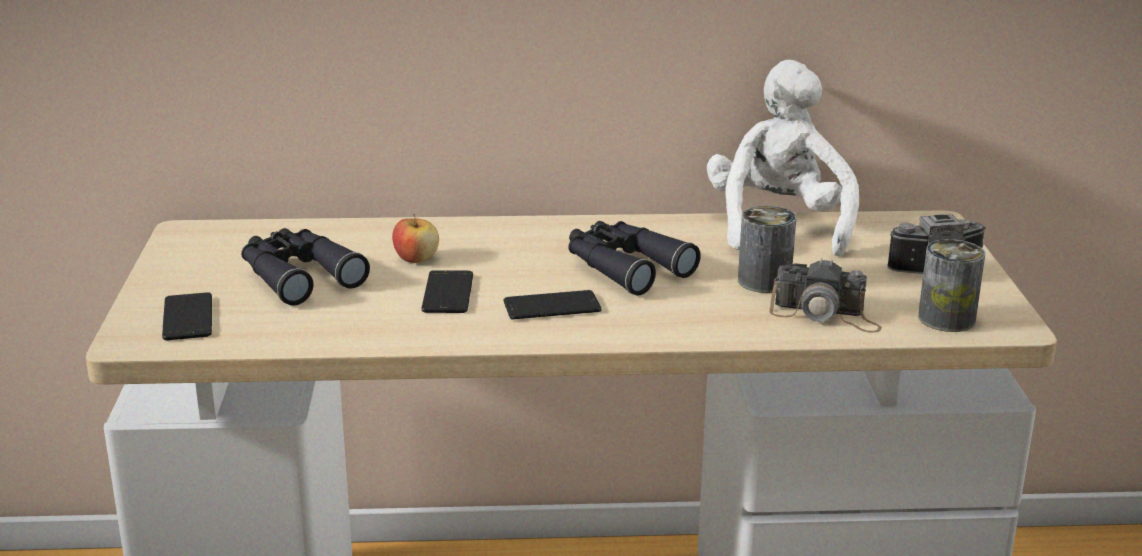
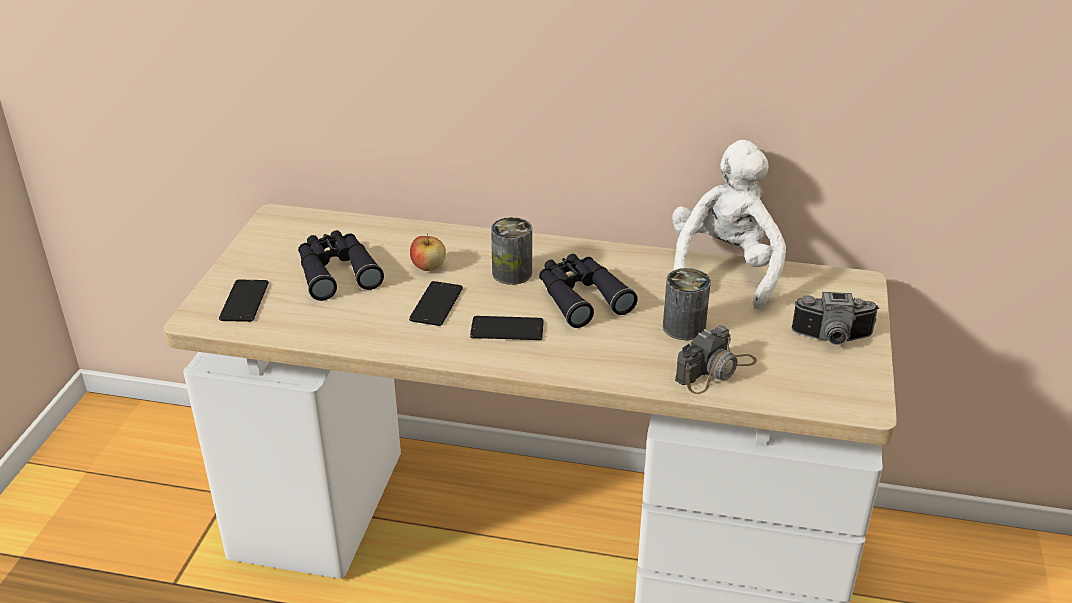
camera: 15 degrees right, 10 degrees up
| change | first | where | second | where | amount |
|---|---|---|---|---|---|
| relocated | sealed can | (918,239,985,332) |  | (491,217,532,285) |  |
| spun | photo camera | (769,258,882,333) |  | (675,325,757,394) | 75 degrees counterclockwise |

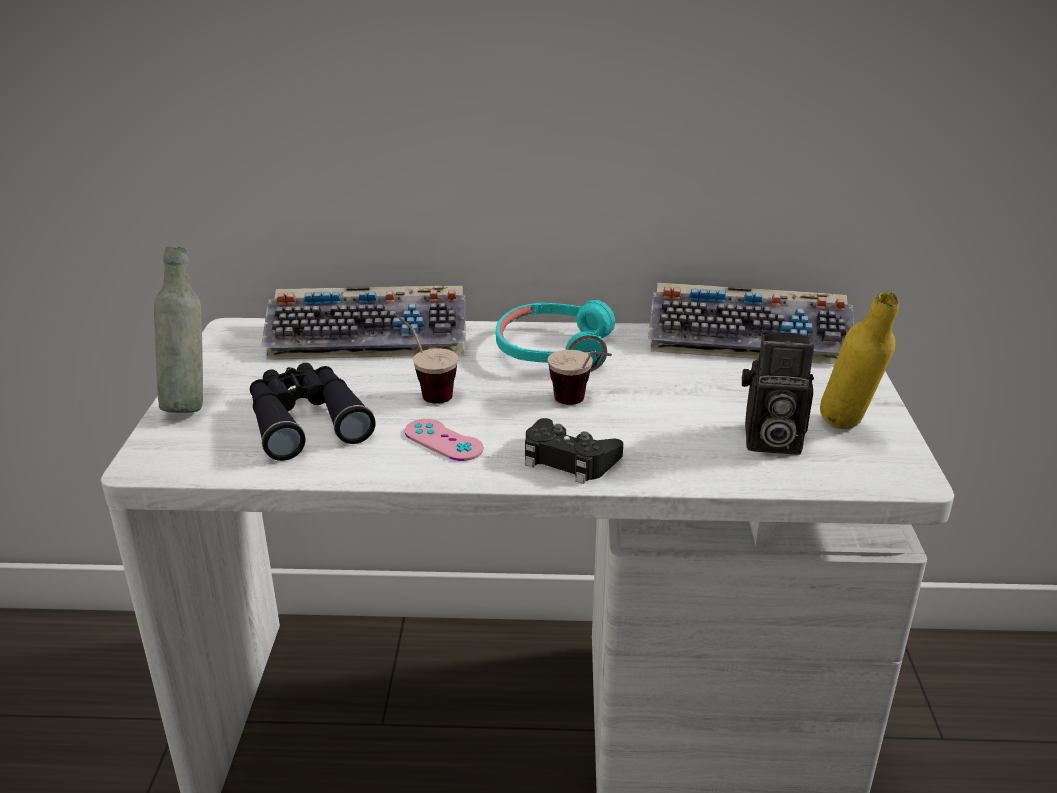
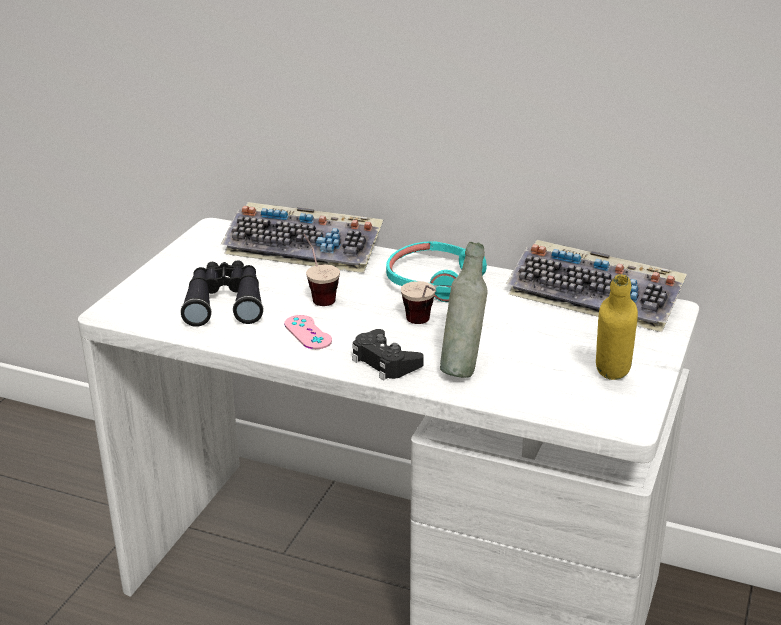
camera: 20 degrees right, 0 degrees up
| change | first | where | second | where | amount |
|---|---|---|---|---|---|
| relocated | bottle/grey | (154,247,203,413) |  | (440,242,488,378) |  |
| missing | photo camera | (741,332,814,455) |  |  |  |

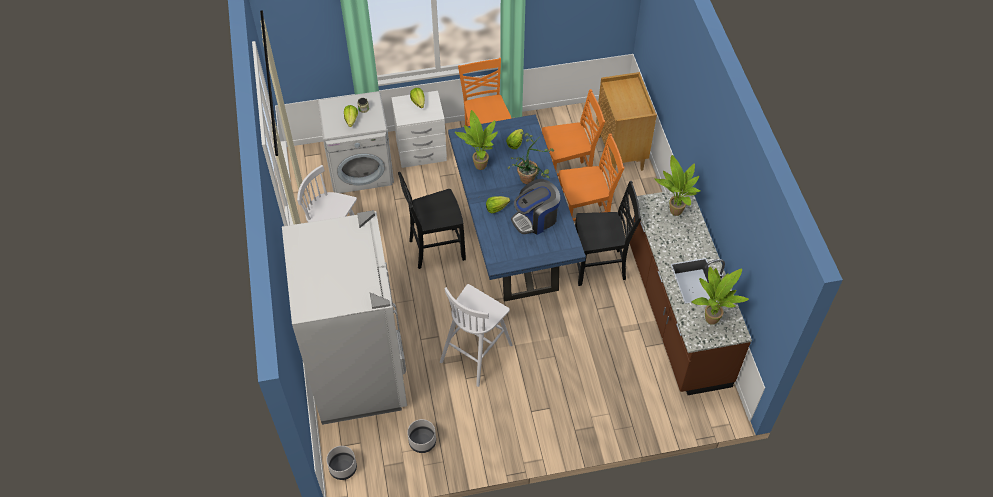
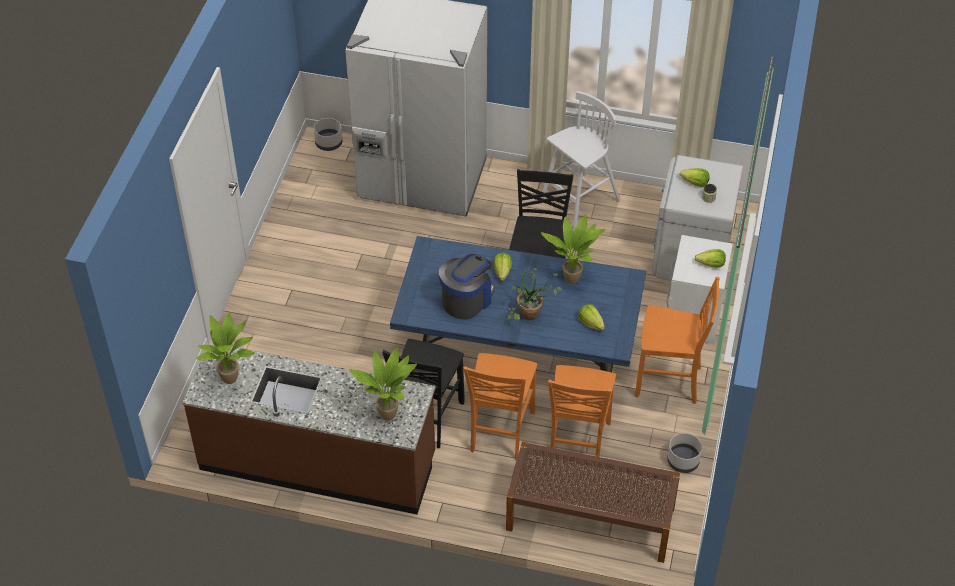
camera: 115 degrees right, 5 degrees down
| change | first | where | second | where | amount |
|---|---|---|---|---|---|
| exchanged | storage cabinet/brown | (596,72,657,174) | indoor bench/brown | (506,442,680,563) |  |
| spun | coffee brewer | (511,179,560,235) |  | (439,254,495,320) | 45 degrees clockwise |
| missing | sitting stool/white | (440,284,512,387) |  |  |  |
| relocated | planter/grey | (407,419,436,453) |  | (667,433,702,473) |  |

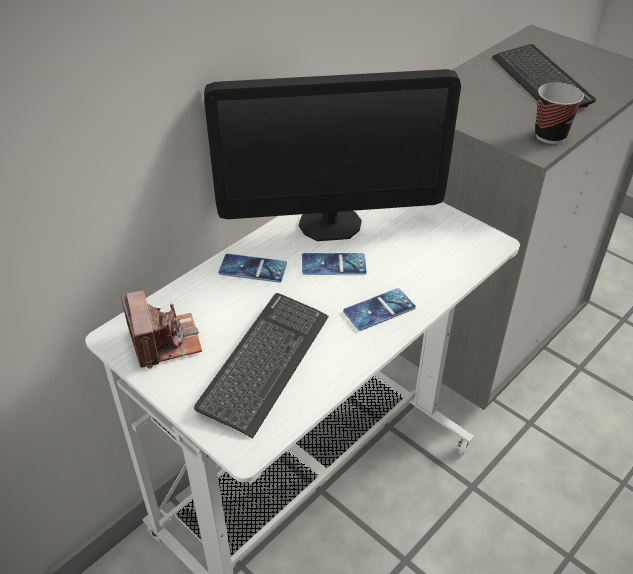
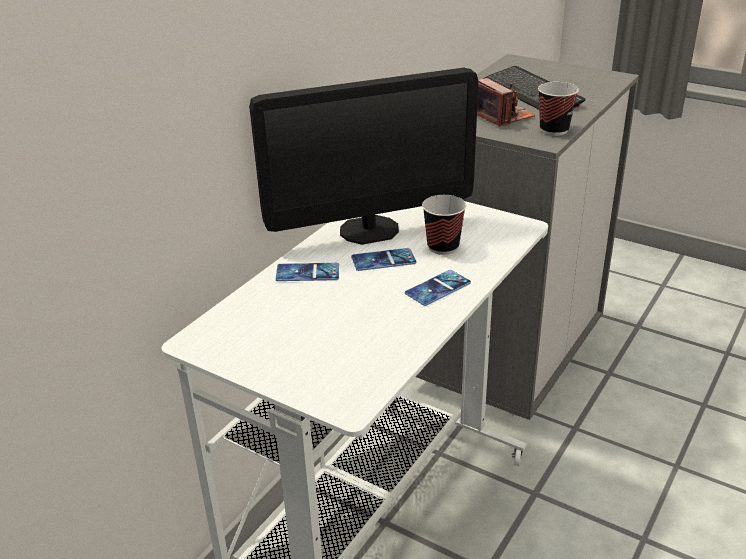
camera: 10 degrees left, 10 degrees down
| change | first | where | second | where | amount |
|---|---|---|---|---|---|
| relocated | photo camera | (121,290,202,369) |  | (477,78,535,127) |  |
| missing | keyboard | (194,293,328,438) |  |  |  |
| appeared |  |  | drinking cup | (422,195,466,255) |  |

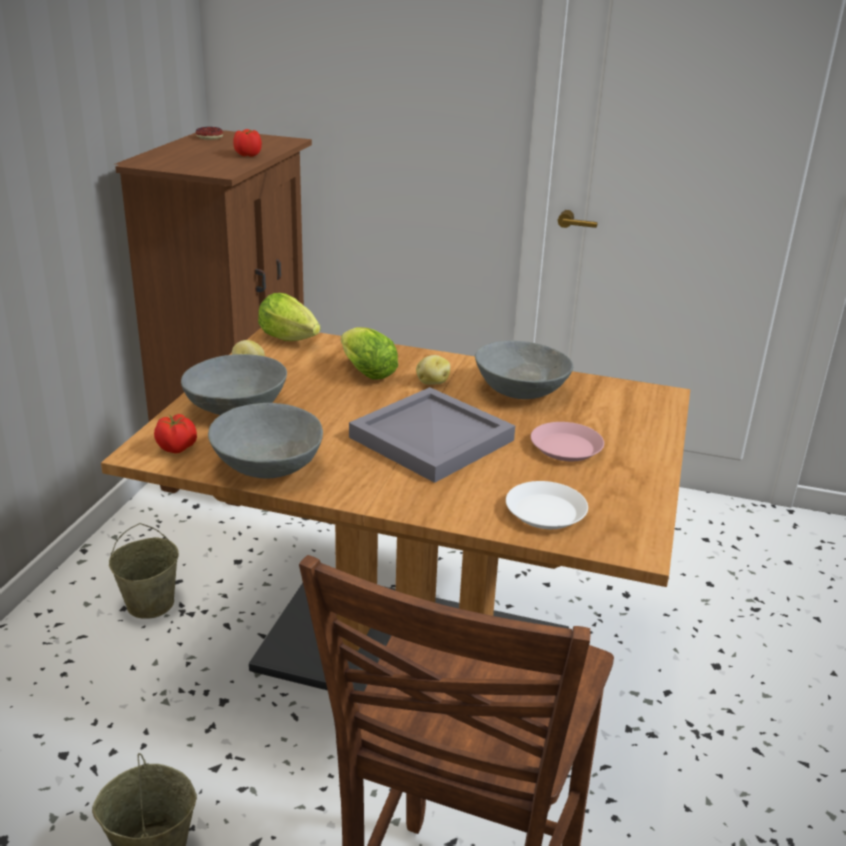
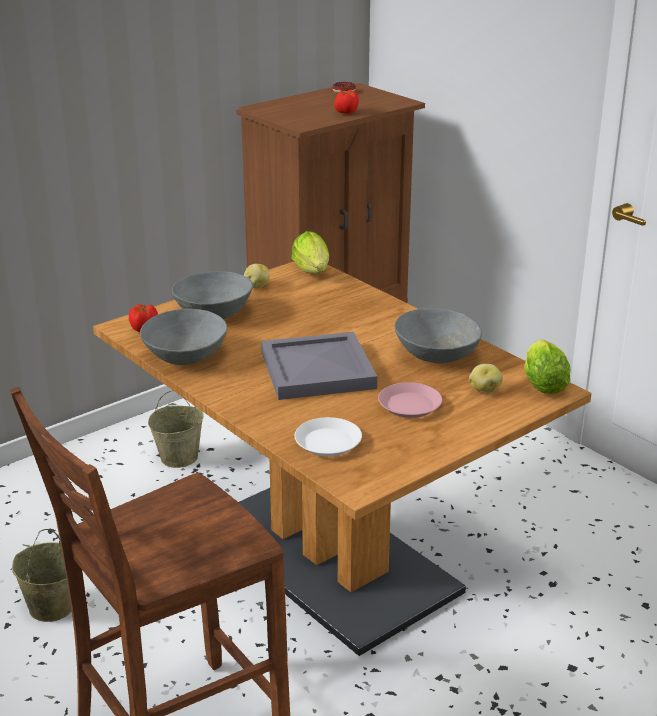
camera: 35 degrees right, 0 degrees up
| change | first | where | second | where | amount |
|---|---|---|---|---|---|
| relocated | lettuce | (341,327,398,380) |  | (524,340,571,394) |  |
| relocated | potato | (416,355,450,385) |  | (469,364,503,392) |  |

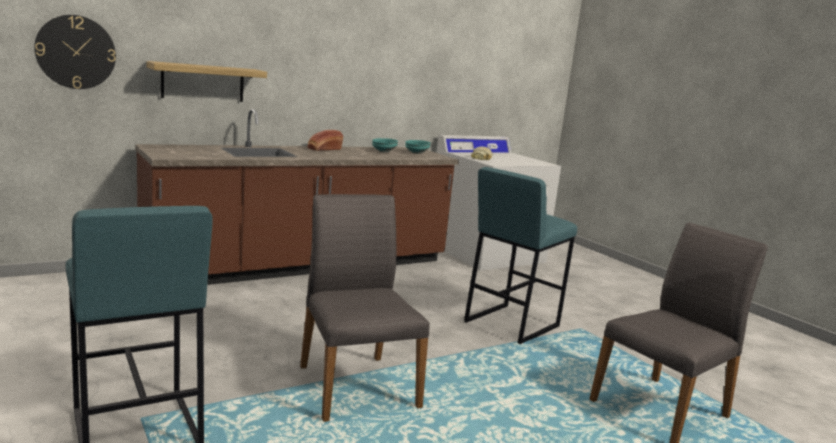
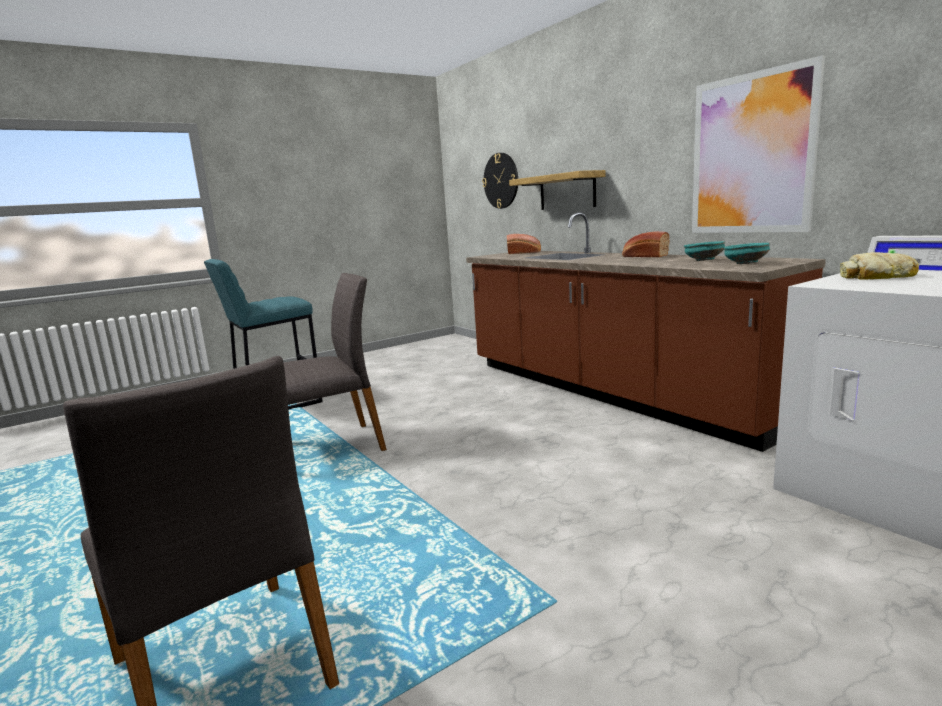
camera: 90 degrees right, 0 degrees up
| change | first | where | second | where | amount |
|---|---|---|---|---|---|
| missing | sitting stool/turquoise | (464,167,577,344) |  |  |  |
| appeared |  |  | wall picture | (692,55,825,233) |  |
| appeared |  |  | bread | (507,234,541,254) |  |

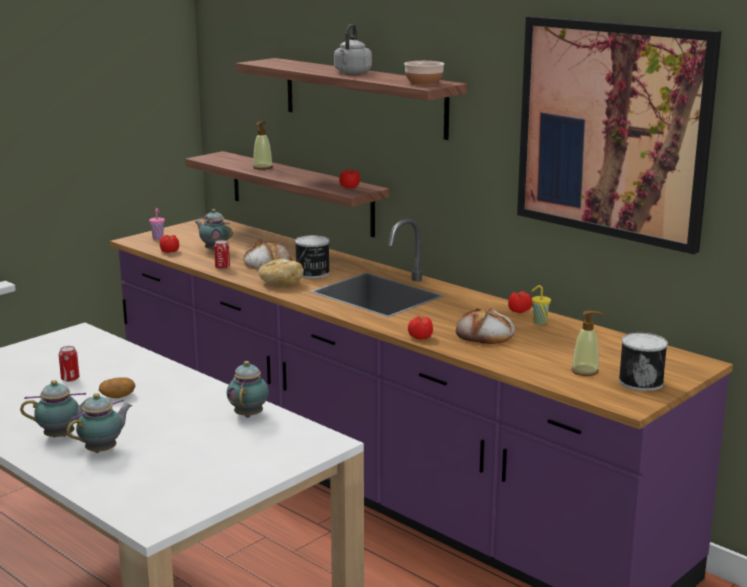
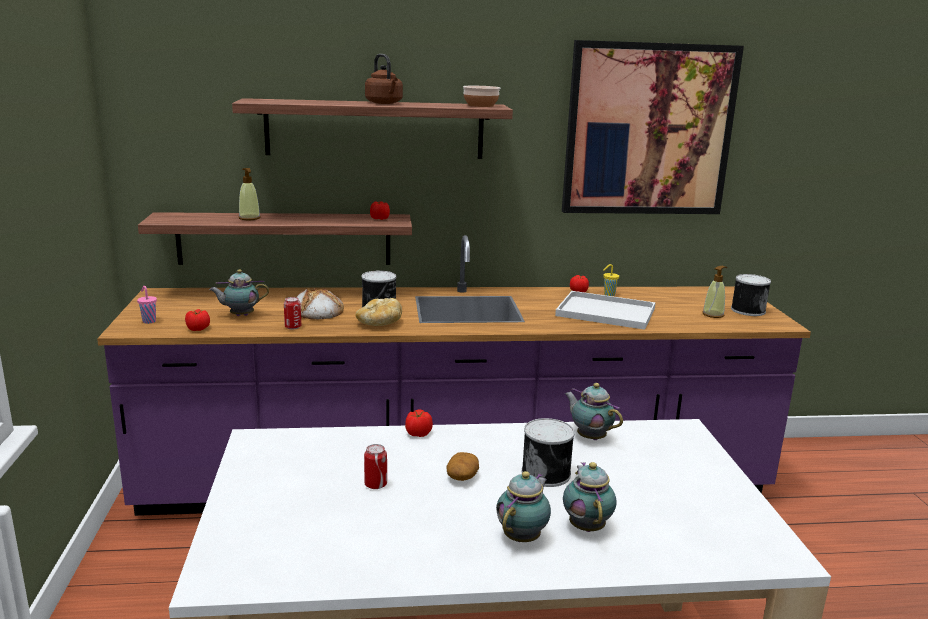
camera: 50 degrees left, 0 degrees up
| change | first | where | second | where | amount |
|---|---|---|---|---|---|
| colour | tea kettle/grey | (334,24,372,74) | tea kettle/brown | (365,54,403,104) |  |
| exchanged | bread | (456,308,515,344) | carrying tray/white | (555,291,656,330) |  |
| relocated | fresh tomato | (408,316,433,340) |  | (405,409,433,437) |  |
| appeared |  |  | sealed can | (522,418,575,487) |  |

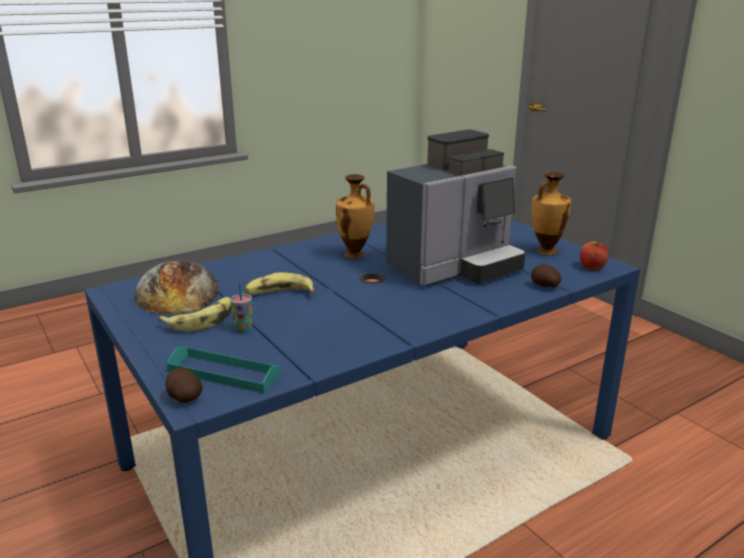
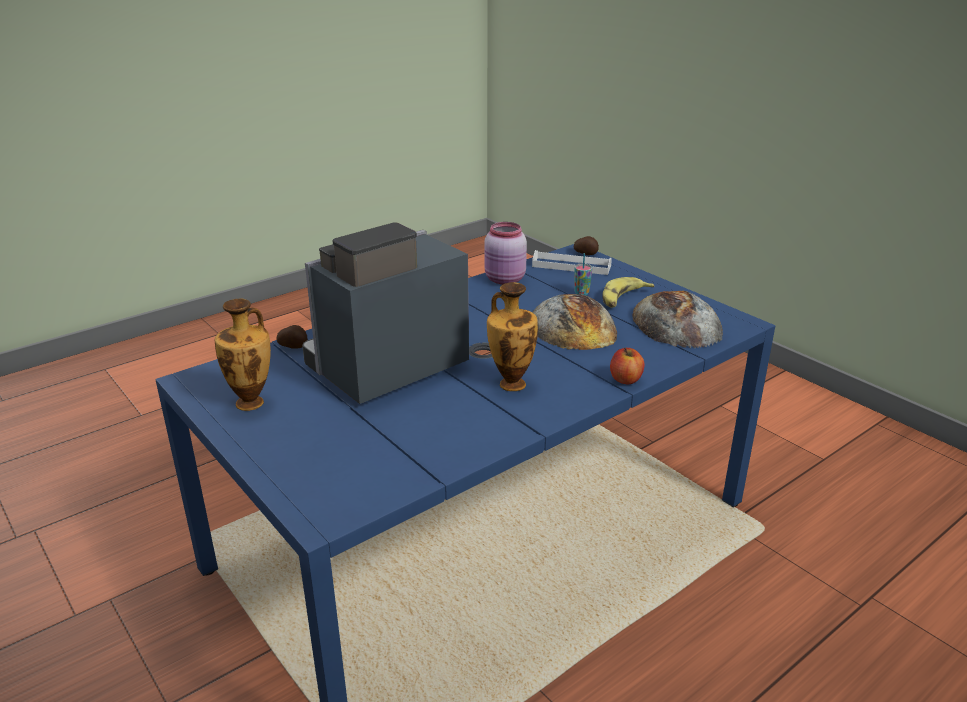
camera: 175 degrees right, 5 degrees up
| change | first | where | second | where | amount |
|---|---|---|---|---|---|
| relocated | apple fruit | (580,242,609,270) |  | (610,347,644,384) |  |
| exchanged | banana fruit | (245,272,315,295) | bread | (532,294,617,350) |  |
| colour | carrying tray/turquoise | (167,346,281,393) | carrying tray/white | (532,250,612,275) |  |
| appeared |  |  | jar/pinkish | (484,222,527,285) |  |

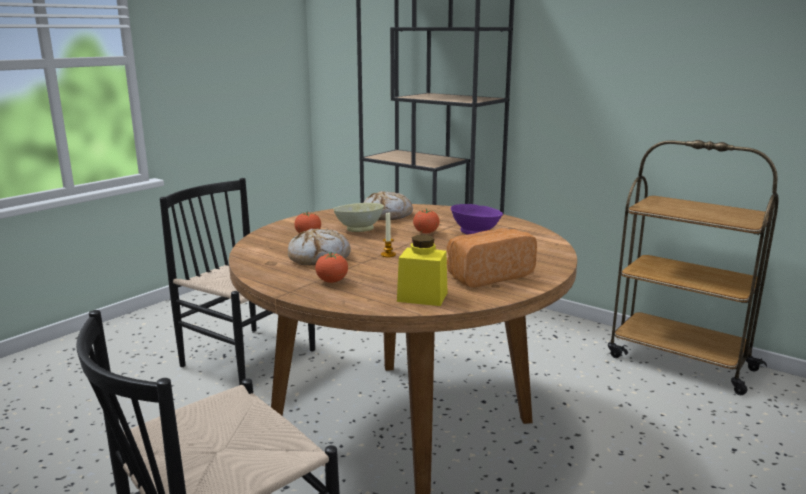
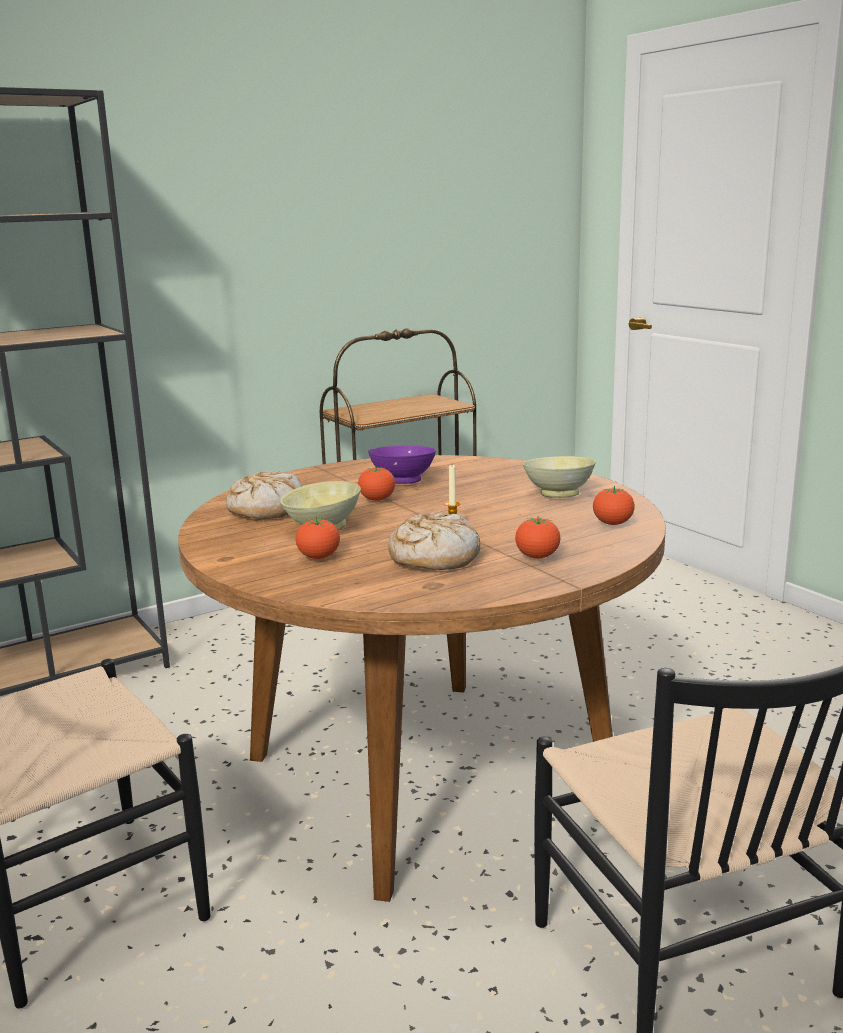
camera: 70 degrees left, 0 degrees up
| change | first | where | second | where | amount |
|---|---|---|---|---|---|
| exchanged | bread | (447,228,537,288) | deep dish/beige | (523,456,596,498) |  |
| exchanged | jar/yellow | (397,235,447,306) | fresh tomato | (593,486,635,525) |  |

